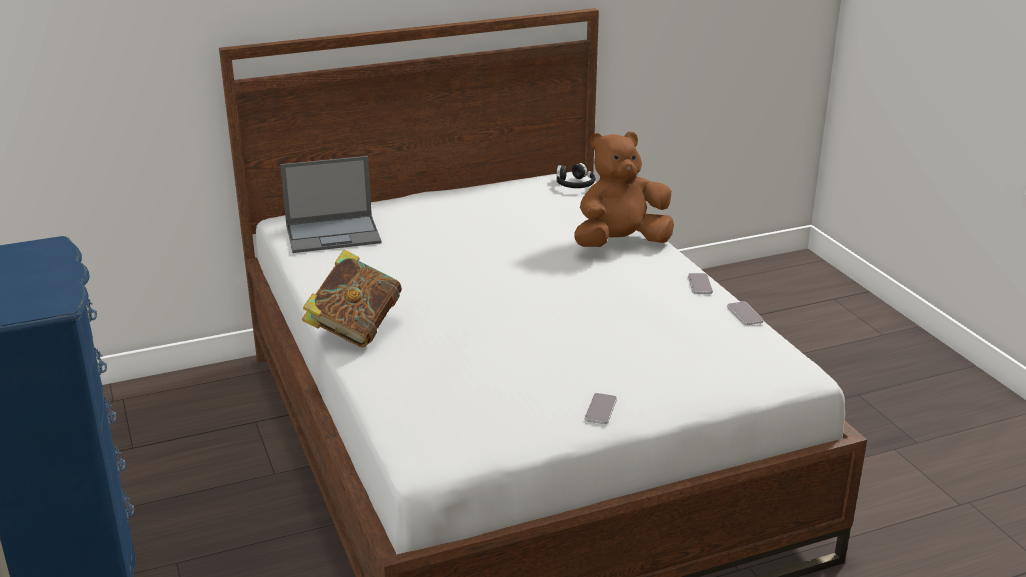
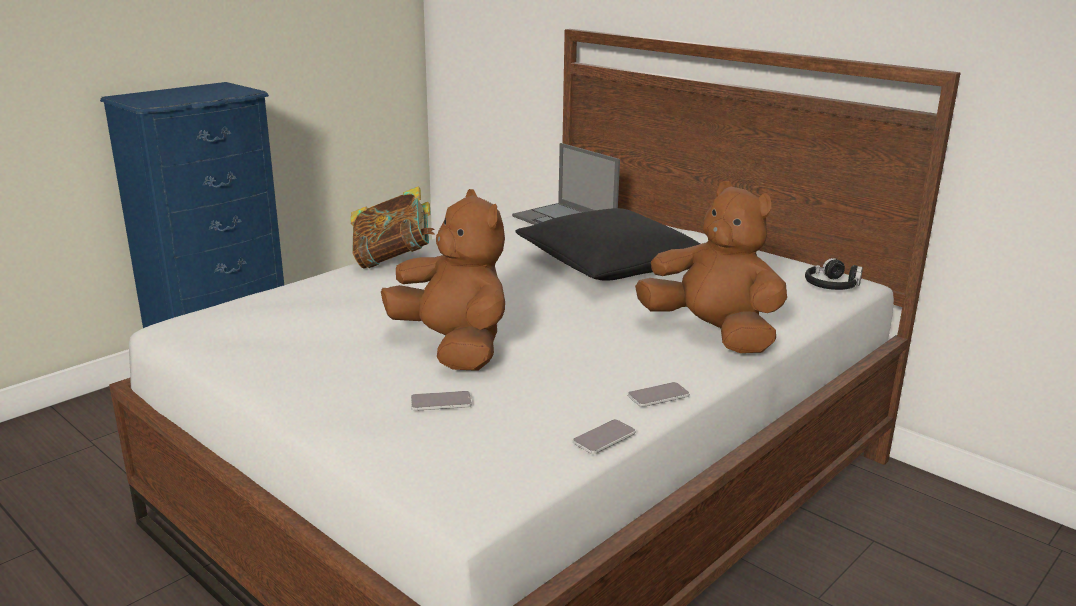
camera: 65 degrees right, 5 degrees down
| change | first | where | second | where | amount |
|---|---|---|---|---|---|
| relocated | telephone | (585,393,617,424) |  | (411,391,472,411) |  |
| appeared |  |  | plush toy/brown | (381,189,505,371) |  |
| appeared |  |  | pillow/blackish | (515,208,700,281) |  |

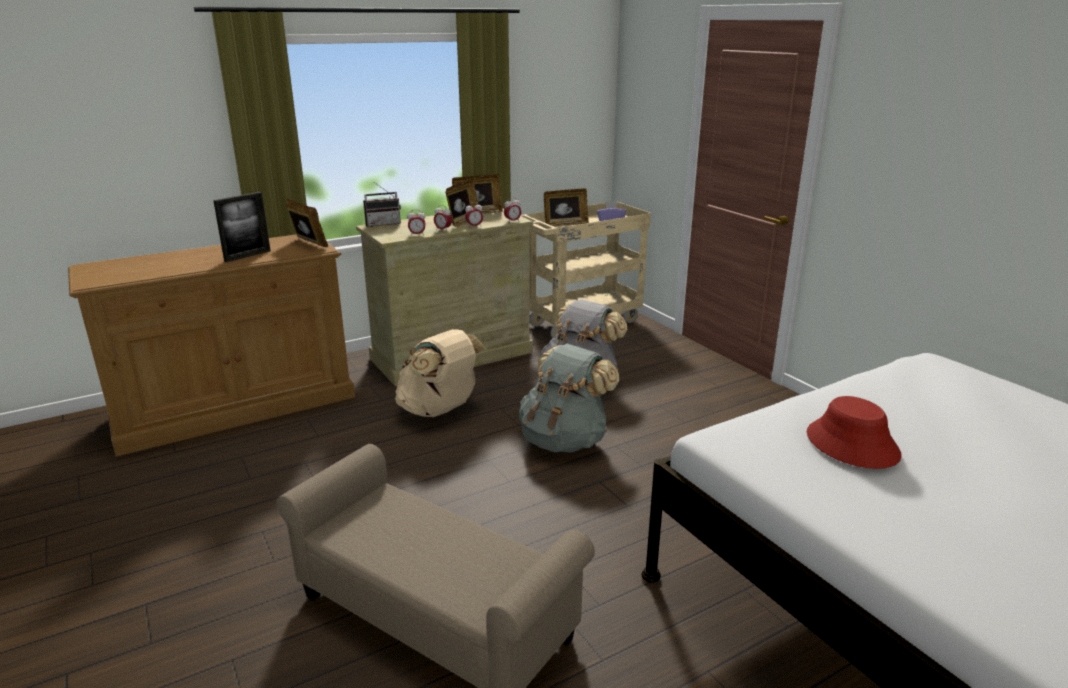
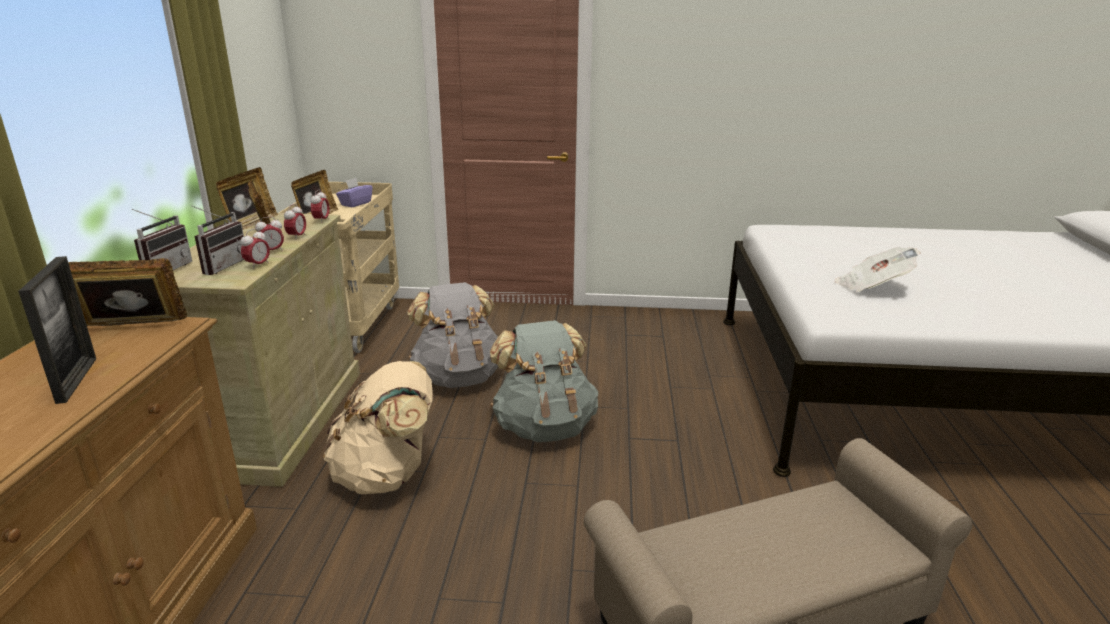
camera: 55 degrees left, 0 degrees up
| change | first | where | second | where | amount |
|---|---|---|---|---|---|
| exchanged | wearable hat/red | (807,396,902,469) | daily paper | (835,247,921,292) |  |
| appeared |  |  | radio receiver | (192,206,244,275) |  |

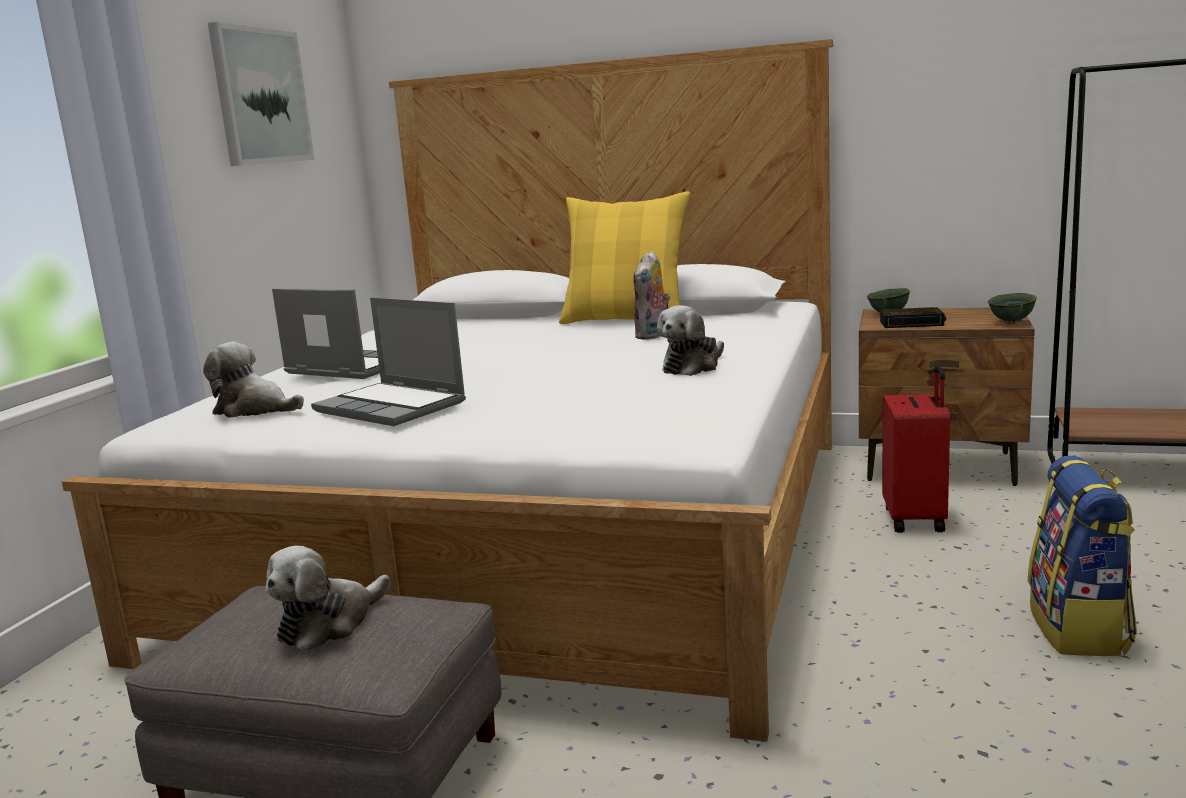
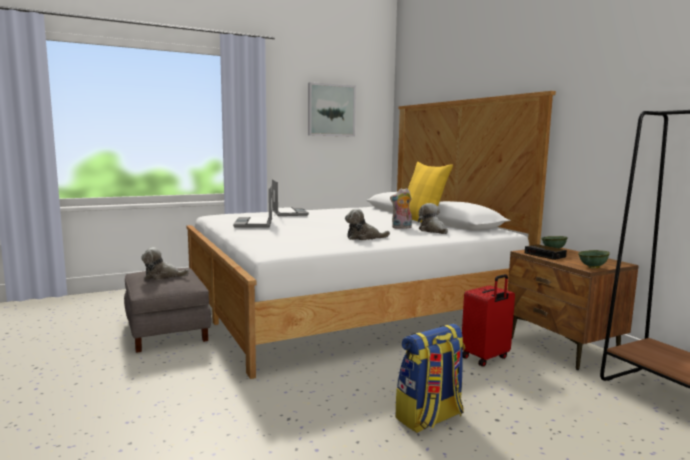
camera: 45 degrees right, 5 degrees down
| change | first | where | second | where | amount |
|---|---|---|---|---|---|
| relocated | plush toy | (203,342,304,418) |  | (418,203,448,234) |  |

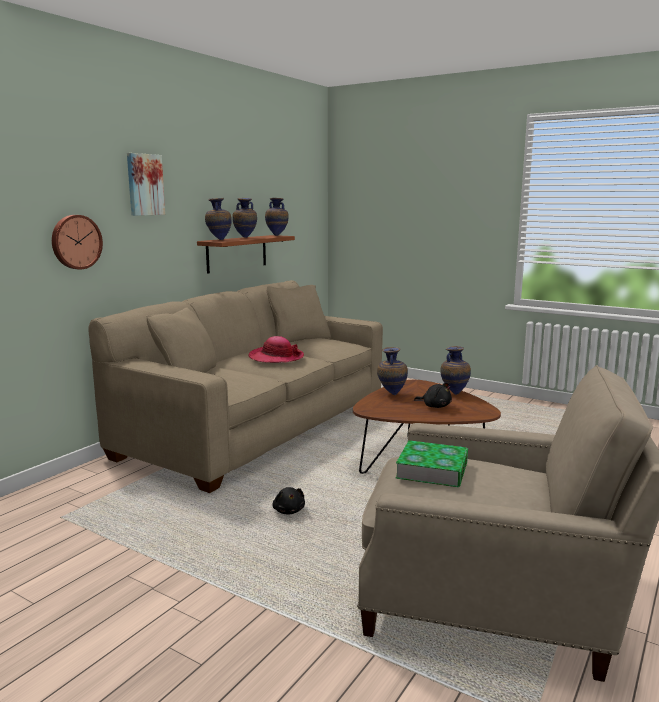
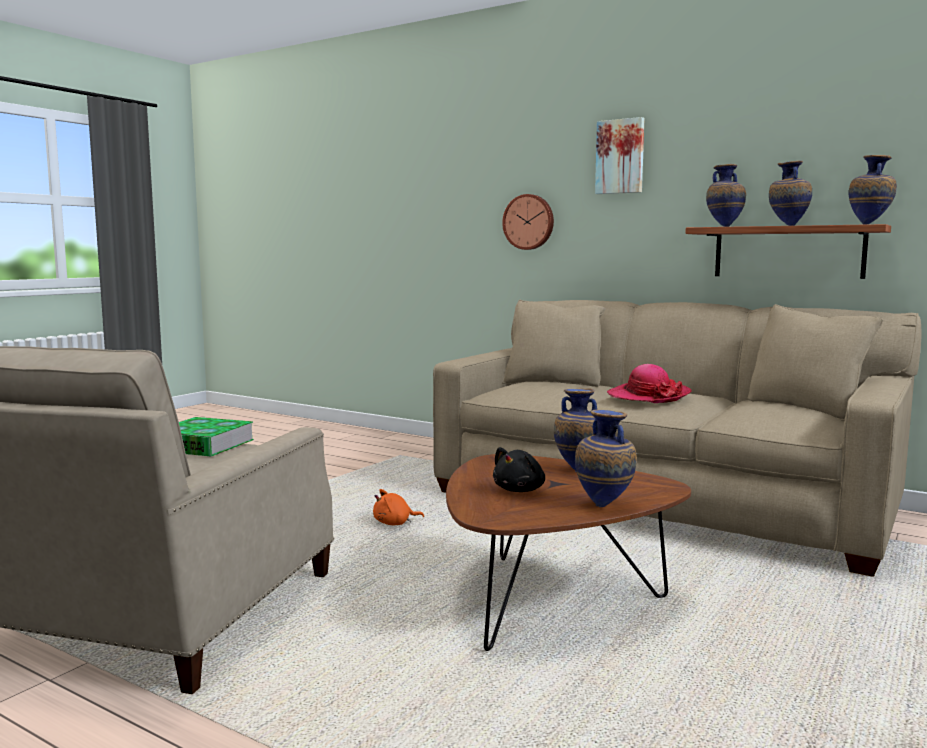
camera: 90 degrees right, 5 degrees down
| change | first | where | second | where | amount |
|---|---|---|---|---|---|
| colour | plush toy/blackish | (272,487,305,515) | plush toy/orangey | (373,489,424,525) |  |

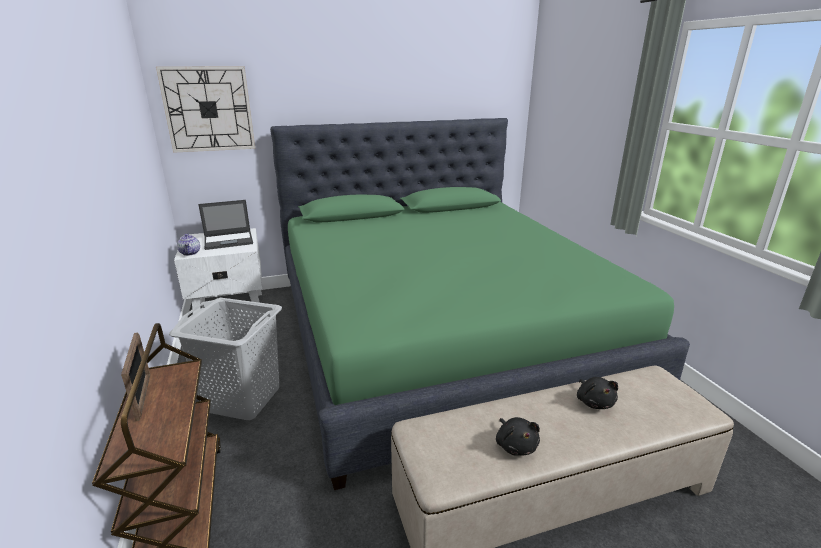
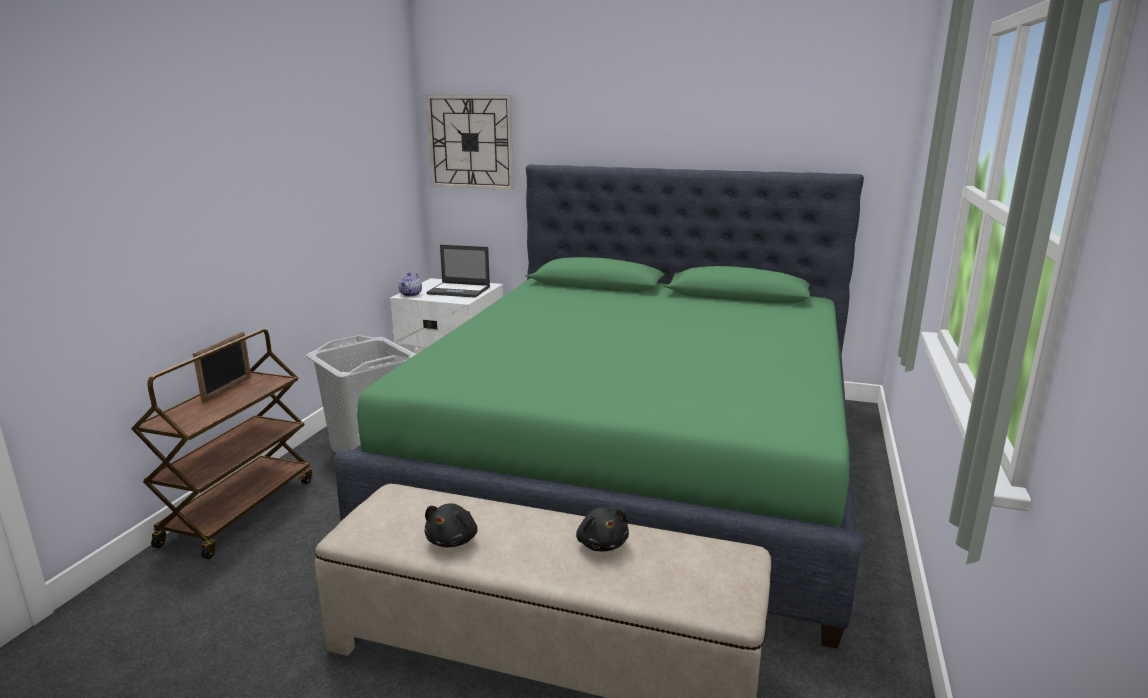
camera: 35 degrees right, 5 degrees down
| change | first | where | second | where | amount |
|---|---|---|---|---|---|
| spun | plush toy/blackish | (577,377,618,409) |  | (576,507,629,551) | 45 degrees counterclockwise |

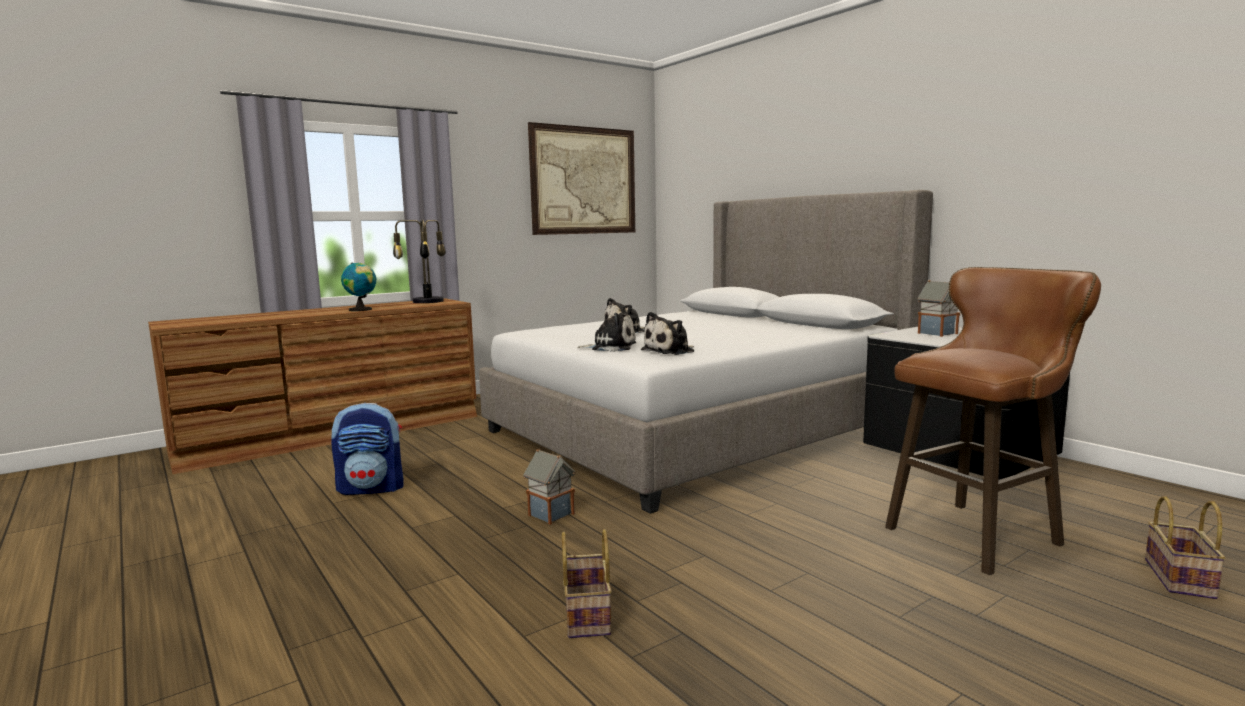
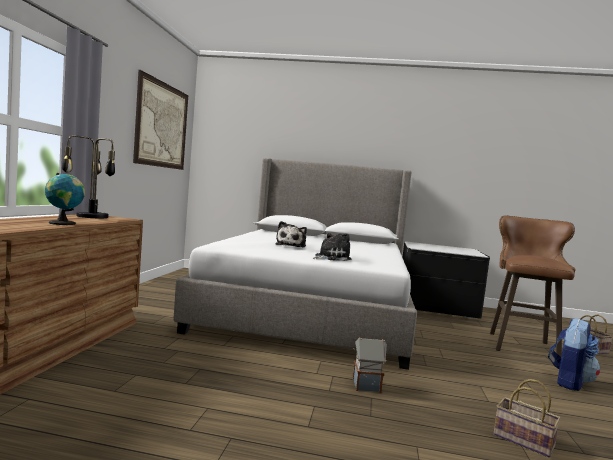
camera: 45 degrees left, 5 degrees down
| change | first | where | second | where | amount |
|---|---|---|---|---|---|
| missing | toy house | (917,280,960,337) |  |  |  |
| missing | plush toy | (641,312,694,355) |  |  |  |
| relocated | knapsack | (331,403,403,495) |  | (548,318,600,391) |  |

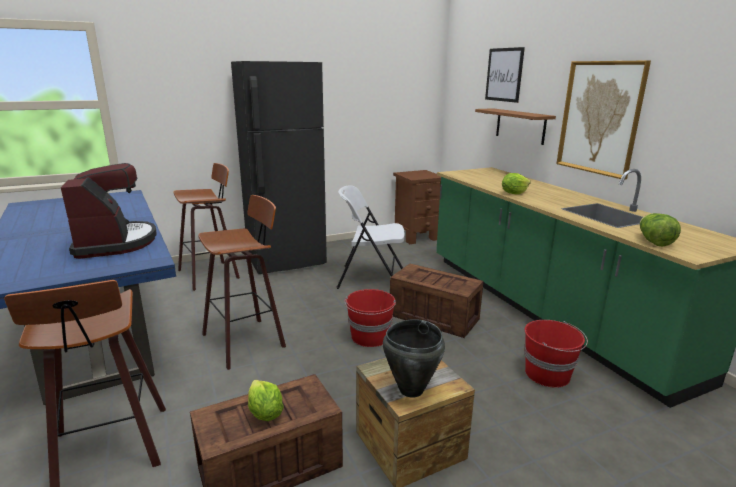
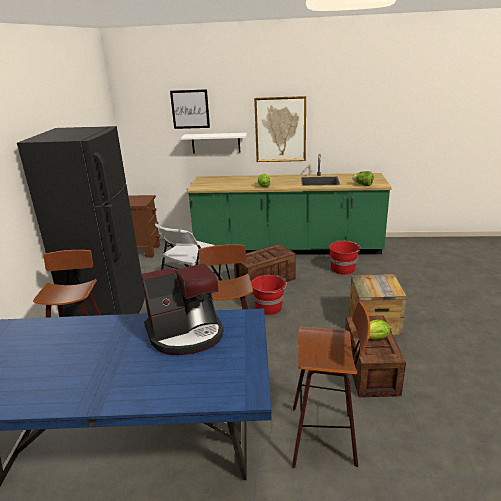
camera: 60 degrees left, 5 degrees up
| change | first | where | second | where | amount |
|---|---|---|---|---|---|
| colour | bracket shelf/brown | (475,108,556,145) | bracket shelf/white | (181,133,247,154) |  |
| spun | coffee brewer | (61,163,156,259) |  | (141,263,224,355) | 150 degrees clockwise |
| missing | saucepot/blackish | (383,319,445,398) |  |  |  |

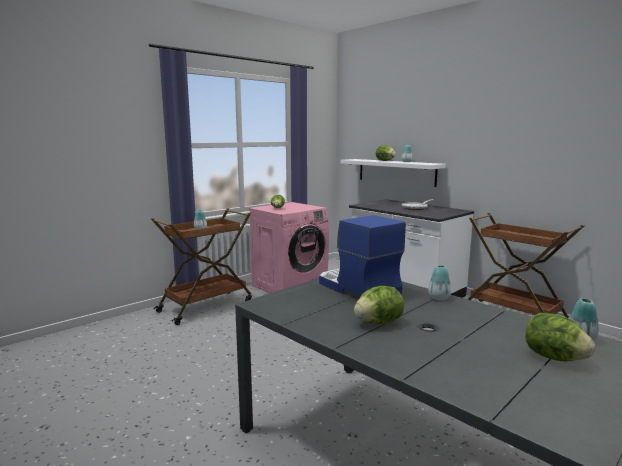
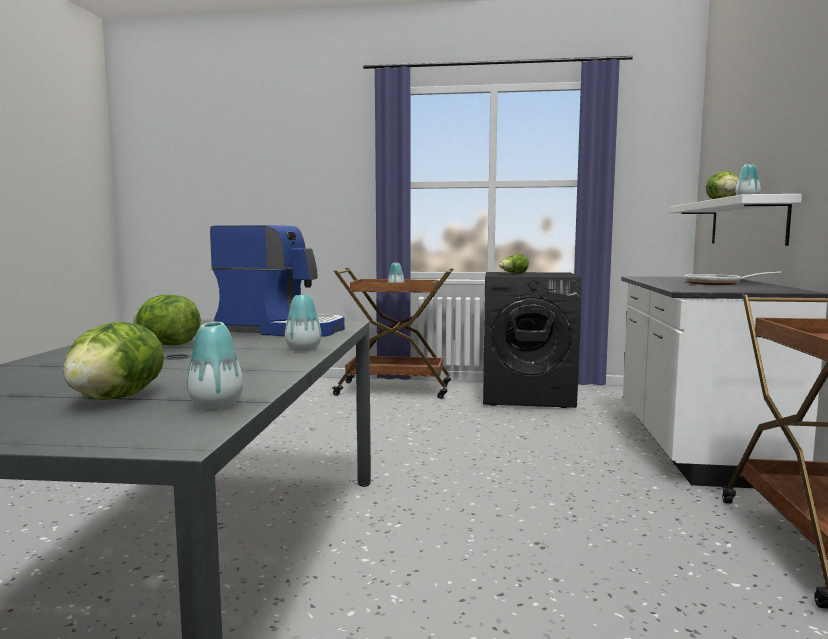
camera: 50 degrees right, 5 degrees down
| change | first | where | second | where | amount |
|---|---|---|---|---|---|
| colour | laundry appliance/pinkish | (249,202,329,293) | laundry appliance/blackish | (483,272,581,408) |  |
| spun | coffee brewer | (319,215,406,299) |  | (210,225,345,337) | 90 degrees clockwise |

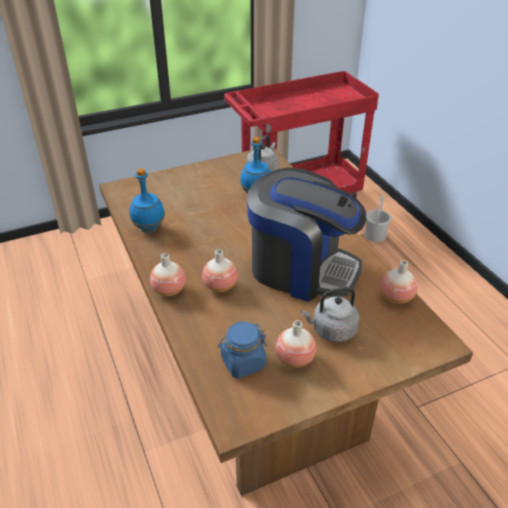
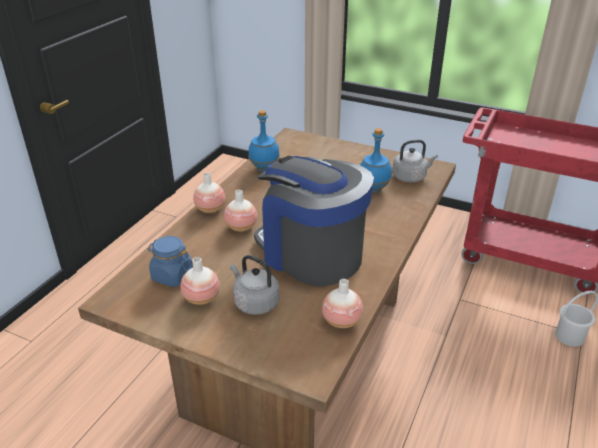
camera: 50 degrees right, 5 degrees down
| change | first | where | second | where | amount |
|---|---|---|---|---|---|
| spun | coffee brewer | (247,168,366,302) |  | (254,156,374,287) | 150 degrees clockwise |

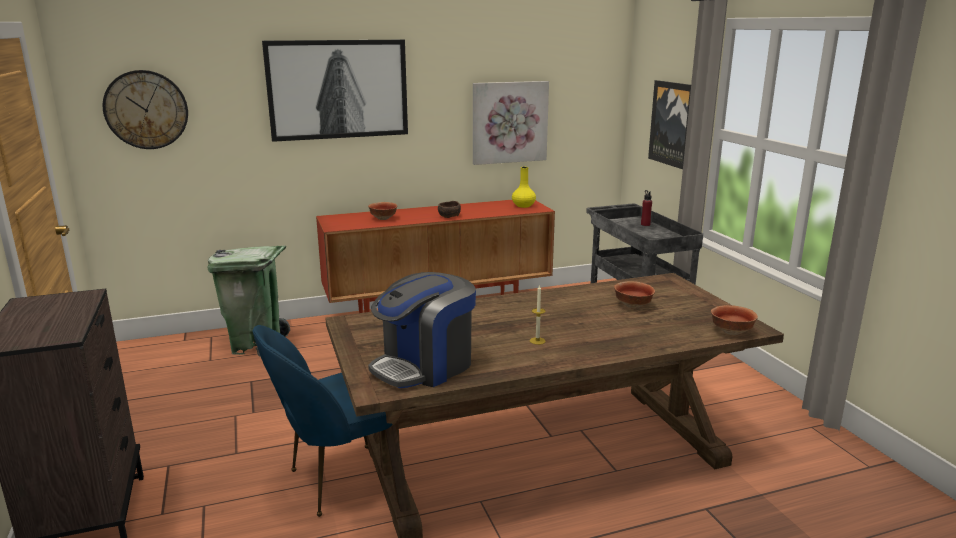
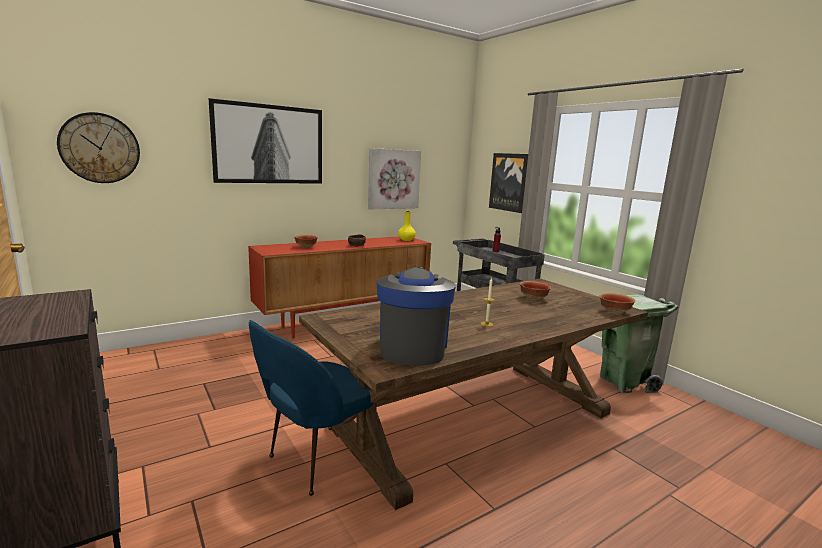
camera: 15 degrees left, 5 degrees down
| change | first | where | second | where | amount |
|---|---|---|---|---|---|
| relocated | waste bin/green-coloured | (207,245,290,357) |  | (600,294,678,393) |  |
| spun | coffee brewer | (368,272,476,388) |  | (376,267,456,366) | 150 degrees clockwise |

